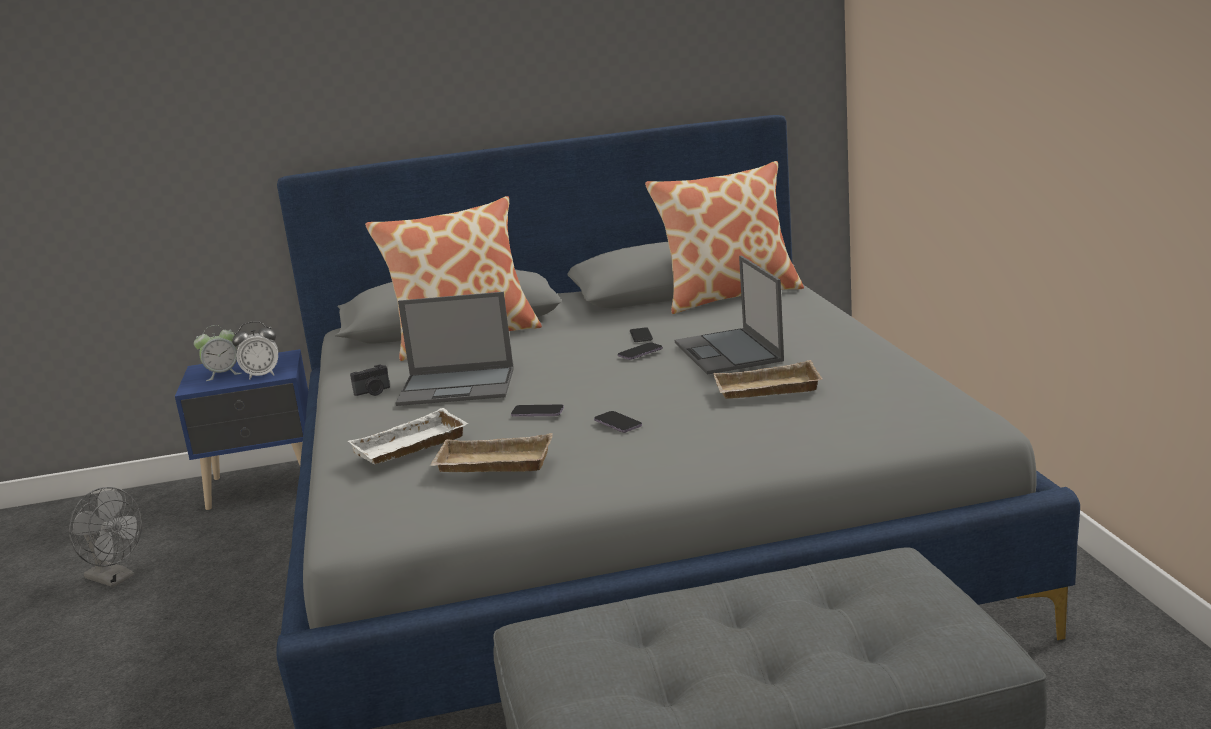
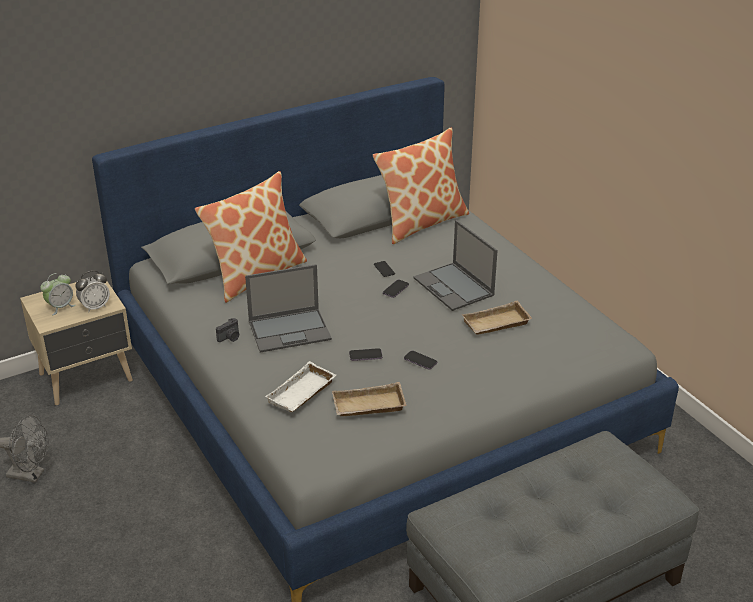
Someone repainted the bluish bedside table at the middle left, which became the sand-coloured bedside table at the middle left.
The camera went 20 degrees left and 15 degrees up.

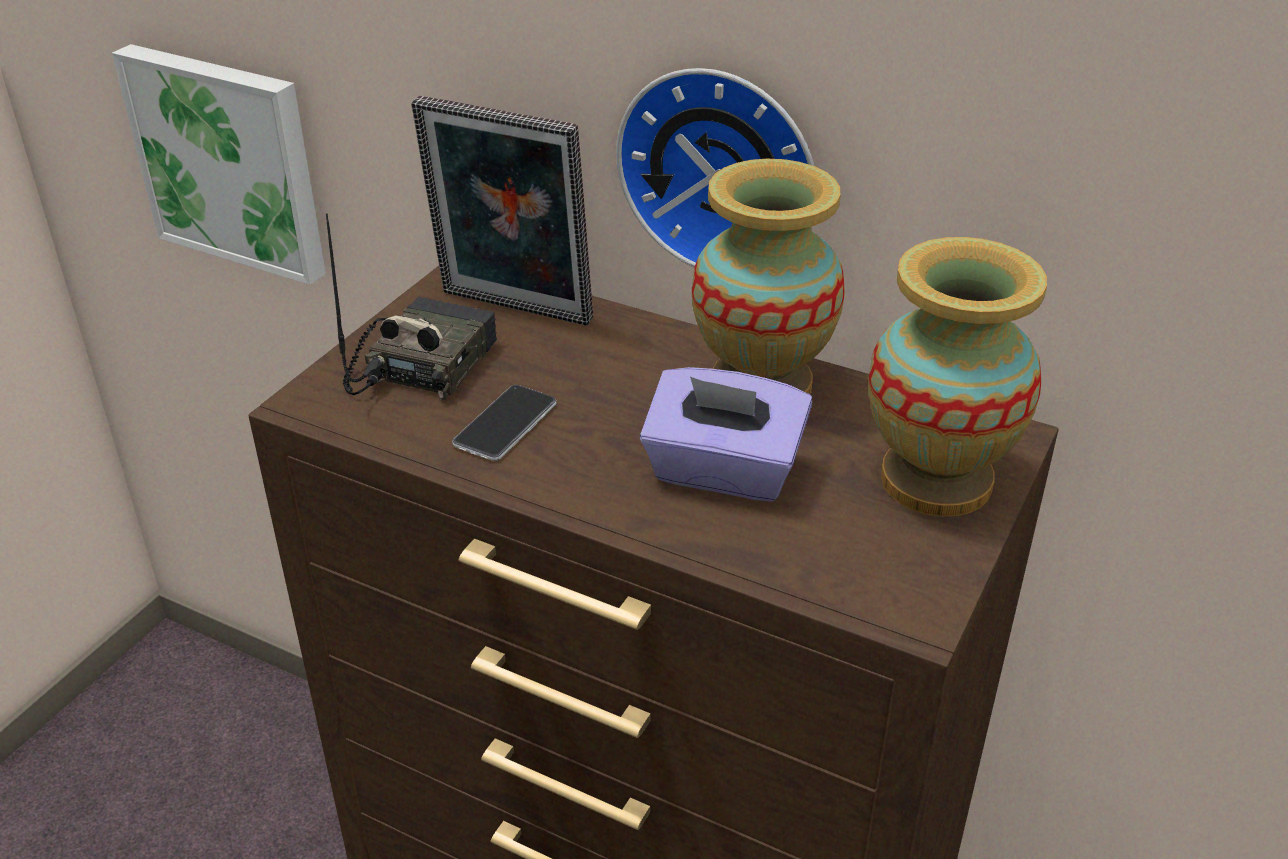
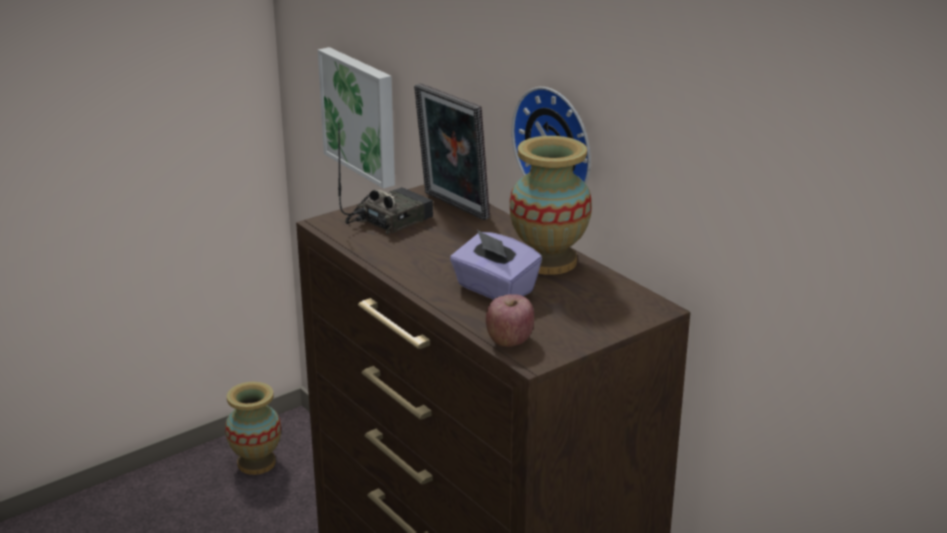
Someone carried the vase (2nd from left in the first image) from the middle right to the bottom left.
Someone put down the whole apple at the centre.
Someone took away the handset at the centre.
The camera went 25 degrees right and 10 degrees down.

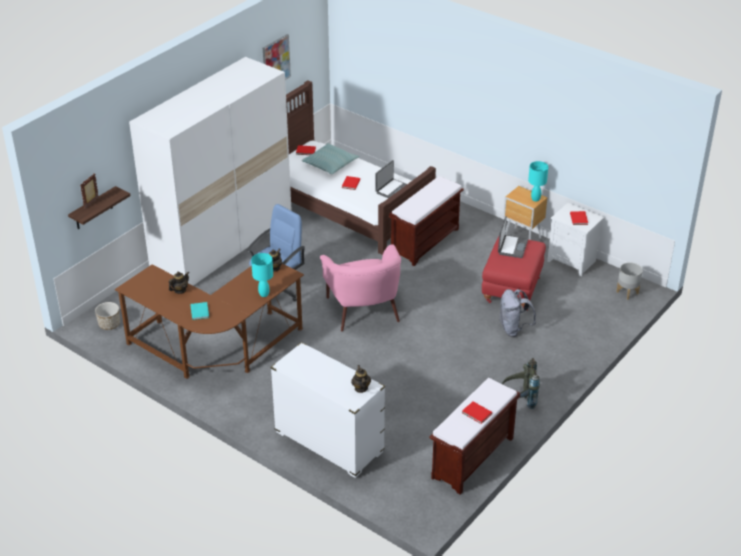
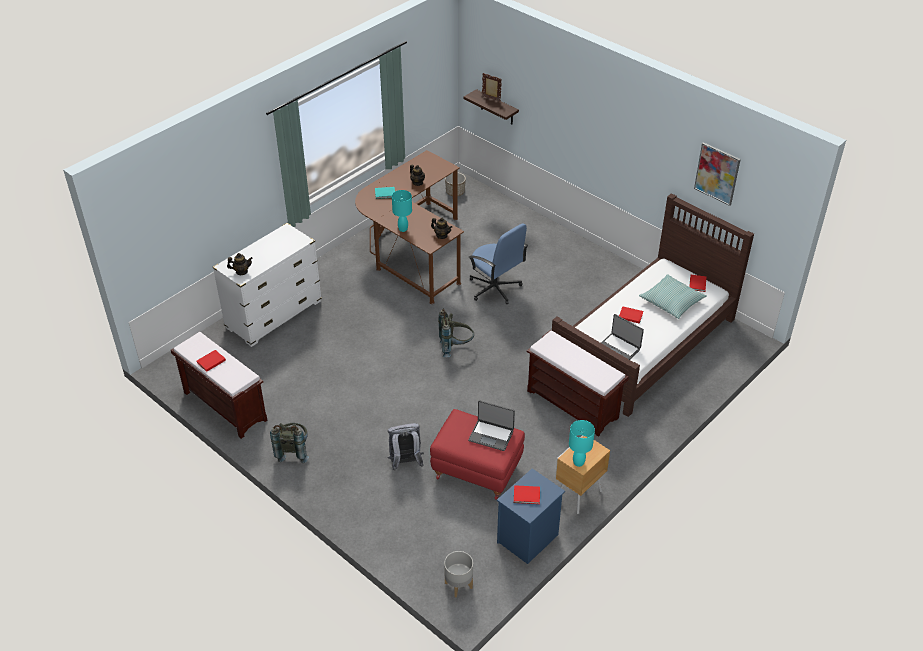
Someone swapped the pinkish lounge chair at the centre for the grey backpack (3rd from left) at the centre.
Someone repainted the white bedside table at the middle right, which became the bluish bedside table at the bottom centre.
Someone took away the white wardrobe at the top left.
The camera went 95 degrees right and 5 degrees up.

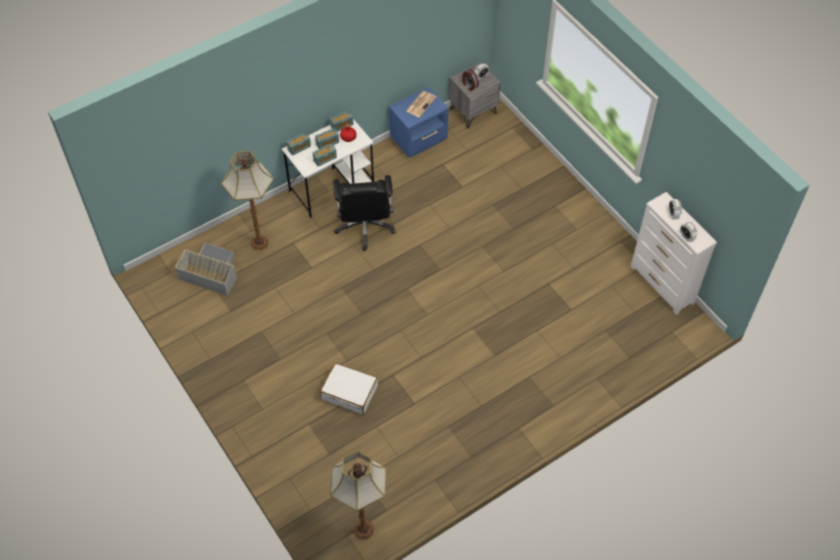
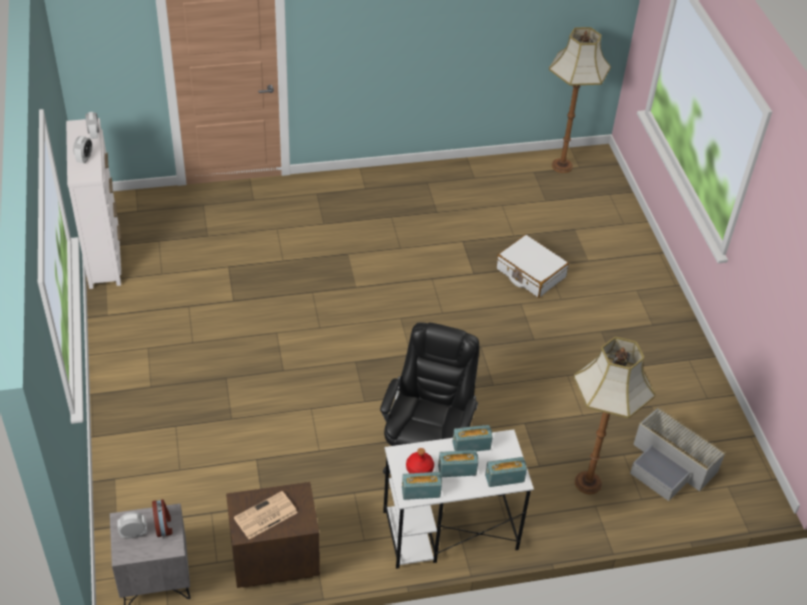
Someone repainted the bluish bedside table at the top centre, which became the brown bedside table at the bottom centre.
The camera went 160 degrees left and 10 degrees down.

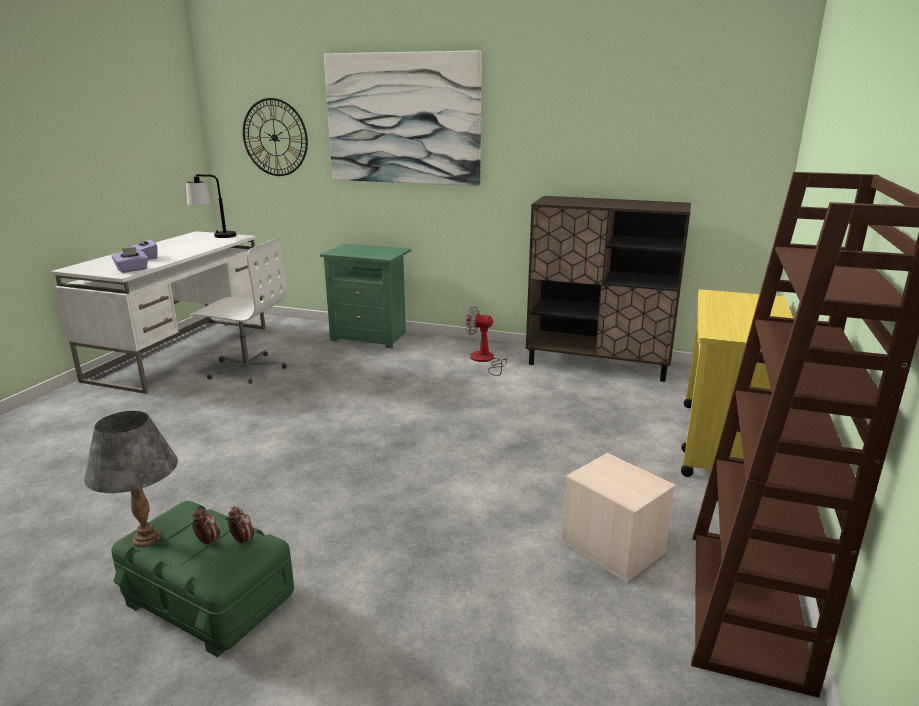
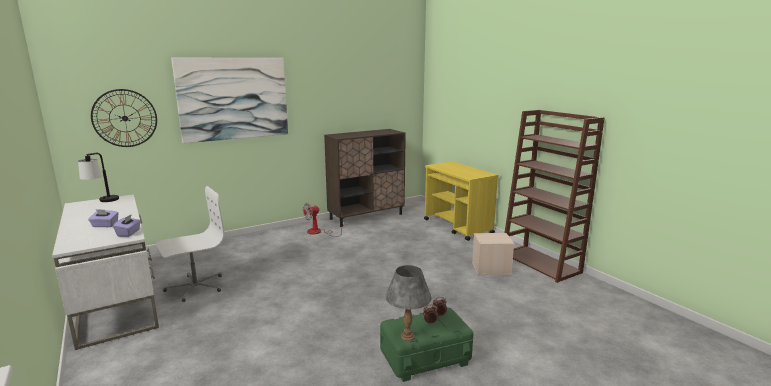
Someone took away the green bedside table at the centre.
The camera went 50 degrees left and 5 degrees down.

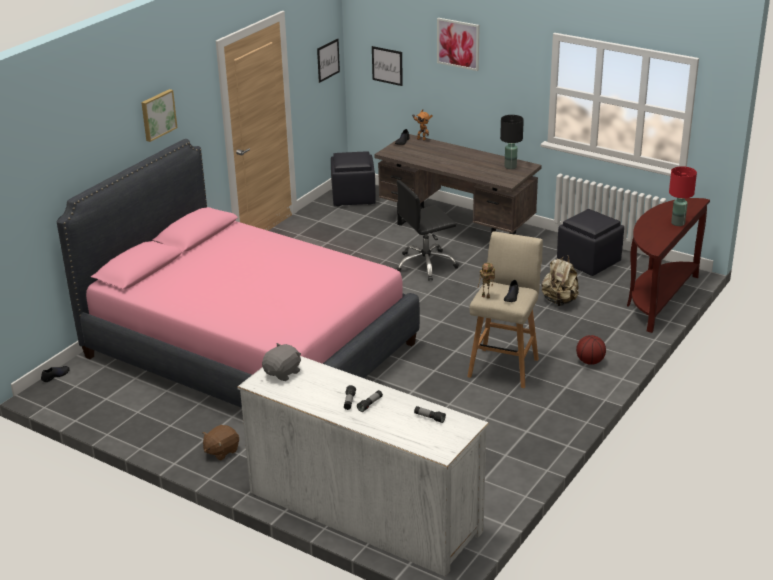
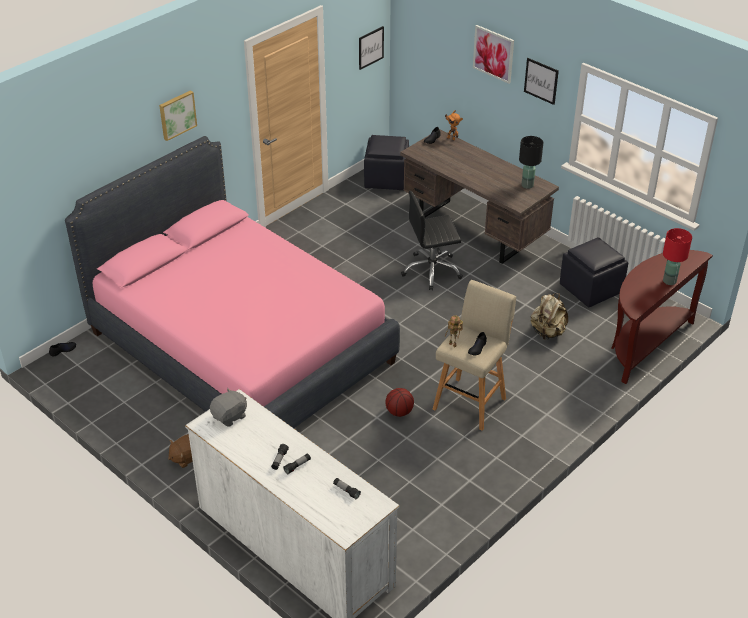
Someone carried the basketball ball from the middle right to the centre.
Someone carried the wall art (3rd from left in the first image) from the top centre to the top right.
The camera went 10 degrees right and 10 degrees up.

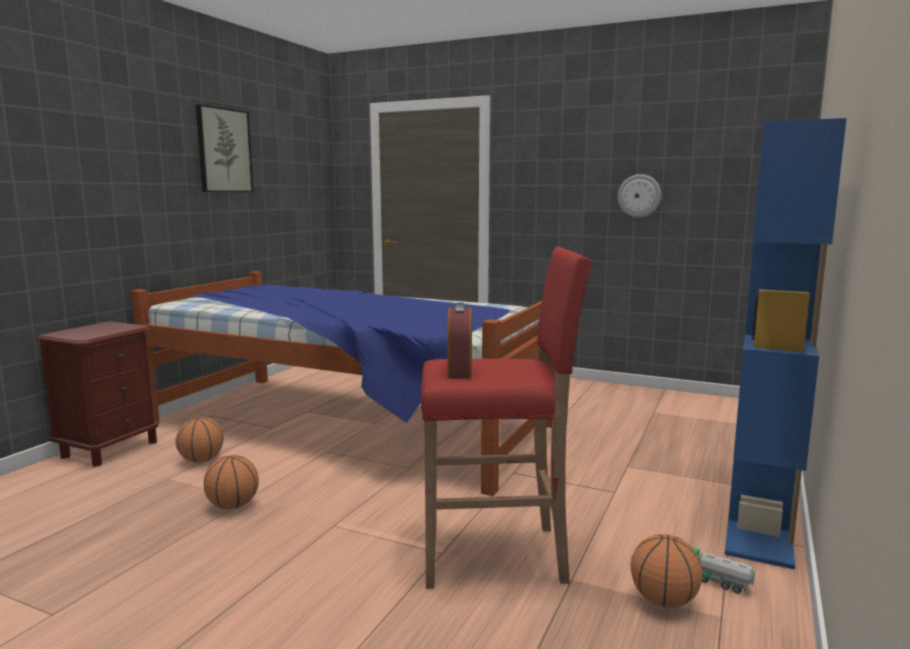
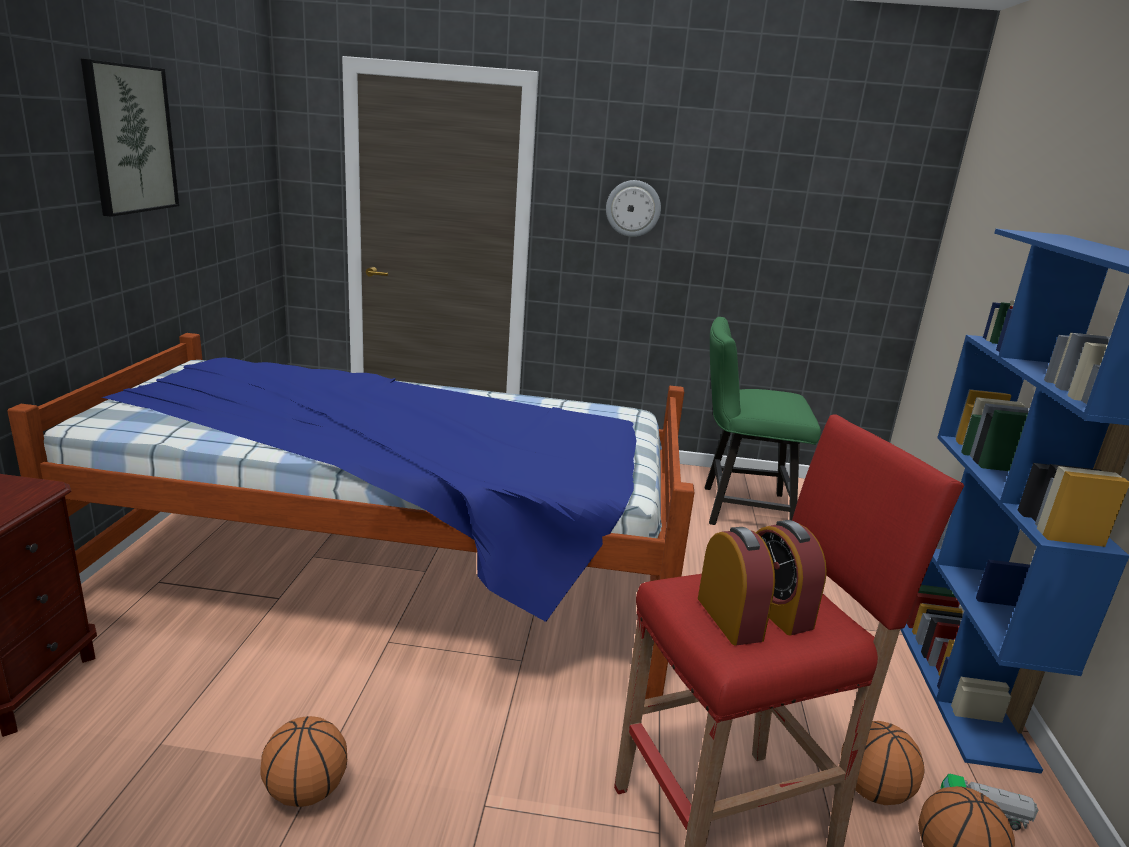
Someone carried the hanging clock from the top right to the top centre.
Someone put down the green upright chair at the middle right.
Someone put down the table clock (2nd from left) at the bottom right.
Someone carried the basketball ball (1st from left in the first image) from the bottom left to the bottom right.
The camera went 20 degrees left and 10 degrees up.

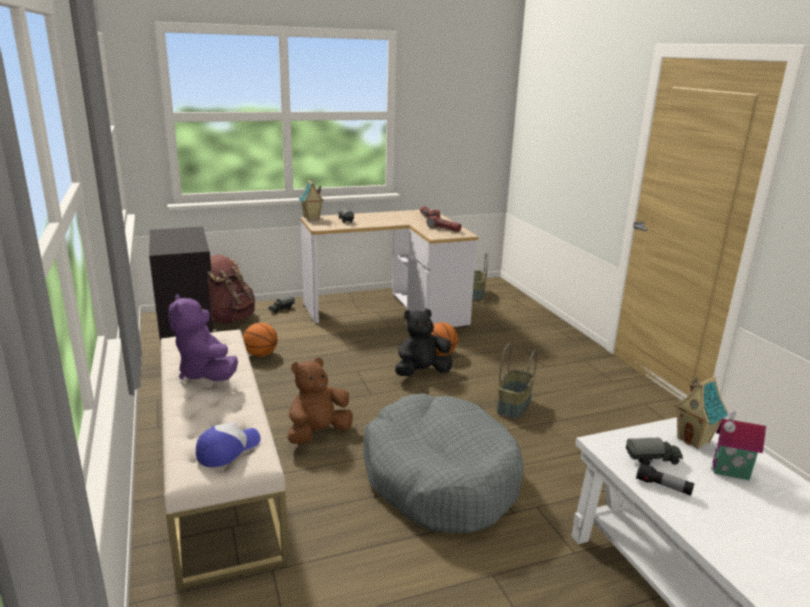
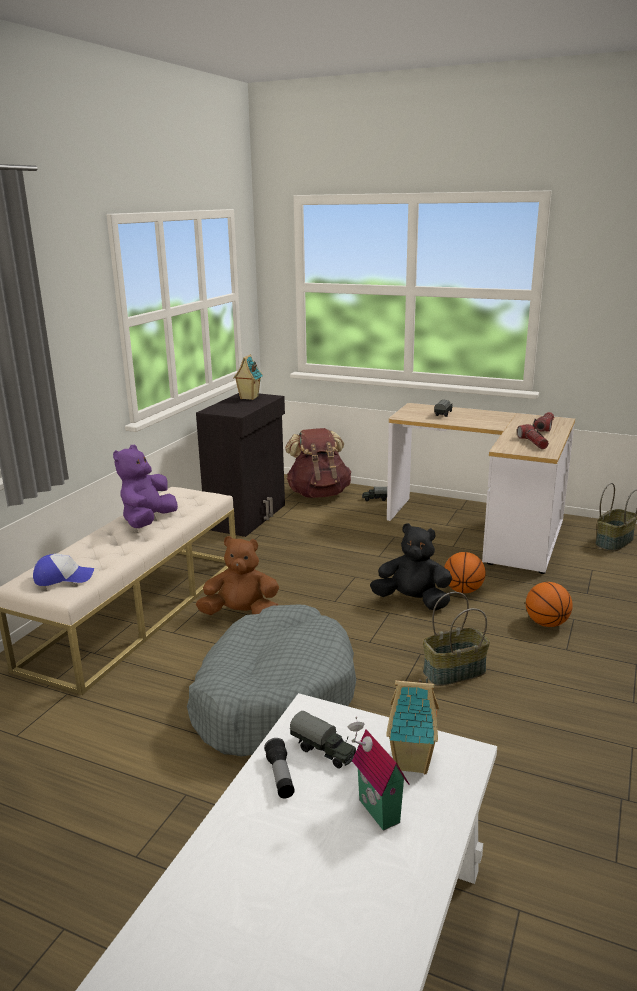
Someone carried the toy house (1st from left) from the top centre to the centre.
Someone carried the basketball ball (1st from left in the first image) from the middle left to the middle right.
The camera went 45 degrees right and 0 degrees up.

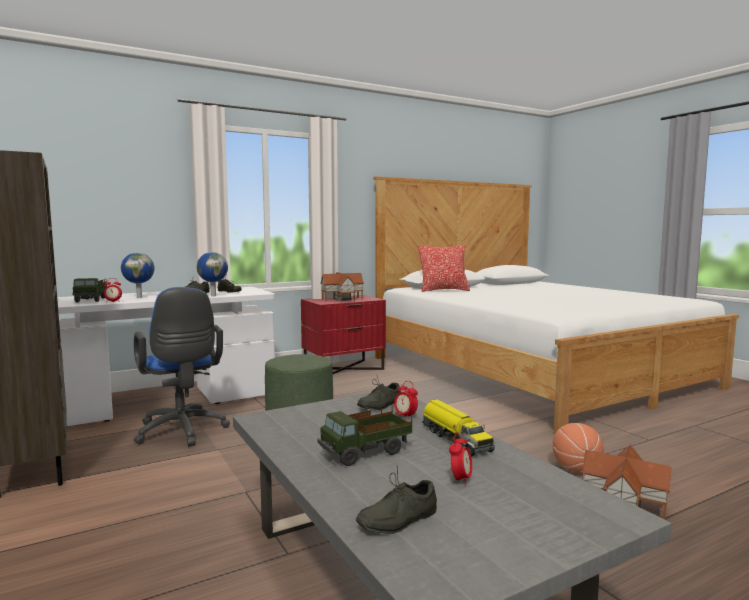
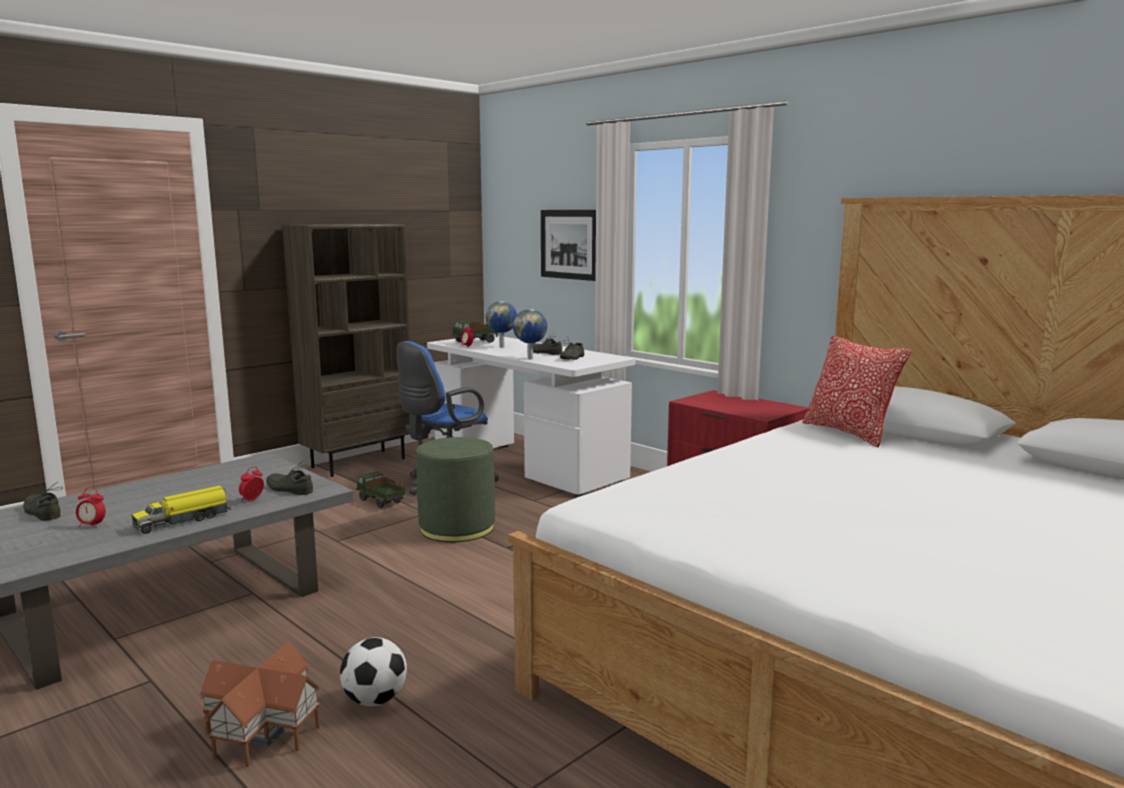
Someone swapped the basketball ball at the bottom right for the ball for football at the bottom left.
Someone carried the model truck (2nd from left) from the bottom centre to the centre.
Someone put up the wall art at the top centre.
Someone took away the toy house (1st from left) at the centre.
The camera went 75 degrees right and 5 degrees up.

